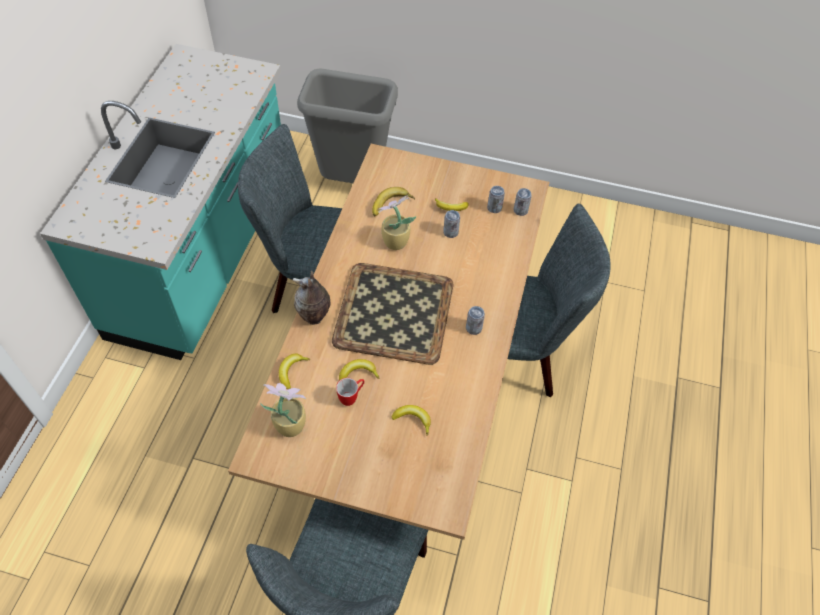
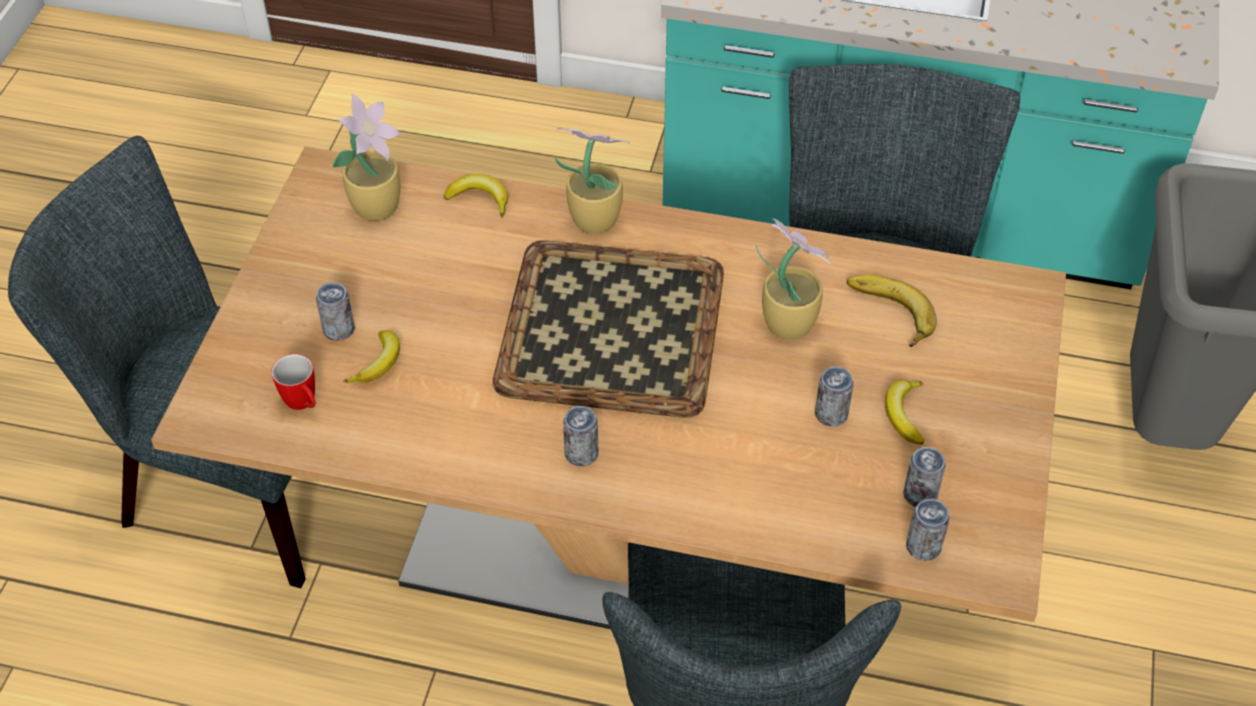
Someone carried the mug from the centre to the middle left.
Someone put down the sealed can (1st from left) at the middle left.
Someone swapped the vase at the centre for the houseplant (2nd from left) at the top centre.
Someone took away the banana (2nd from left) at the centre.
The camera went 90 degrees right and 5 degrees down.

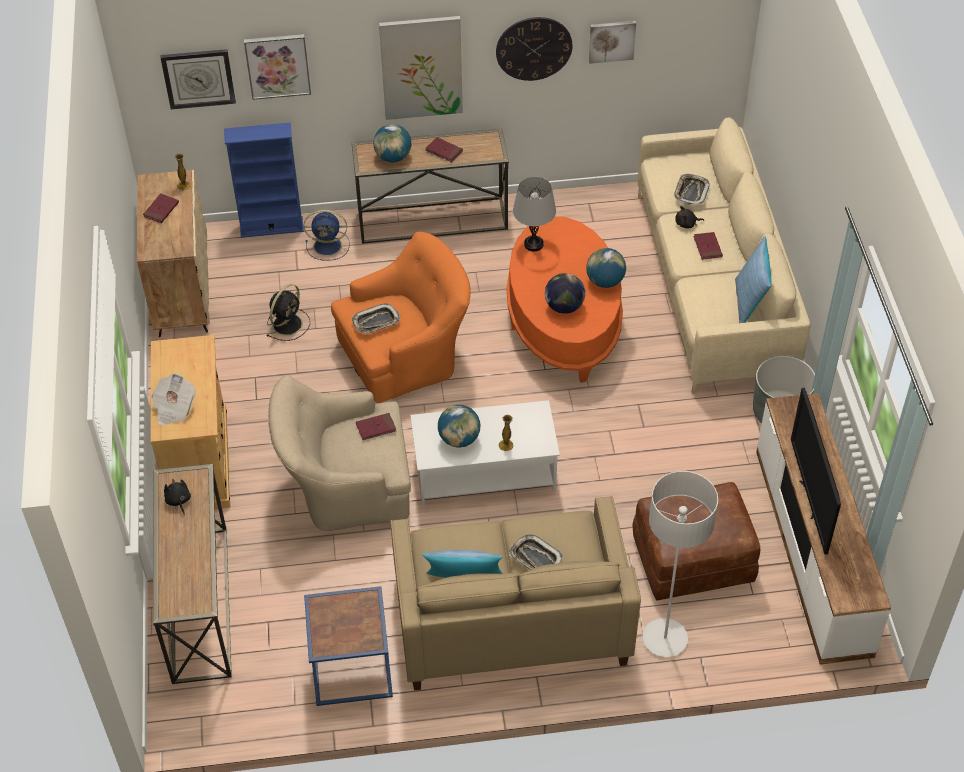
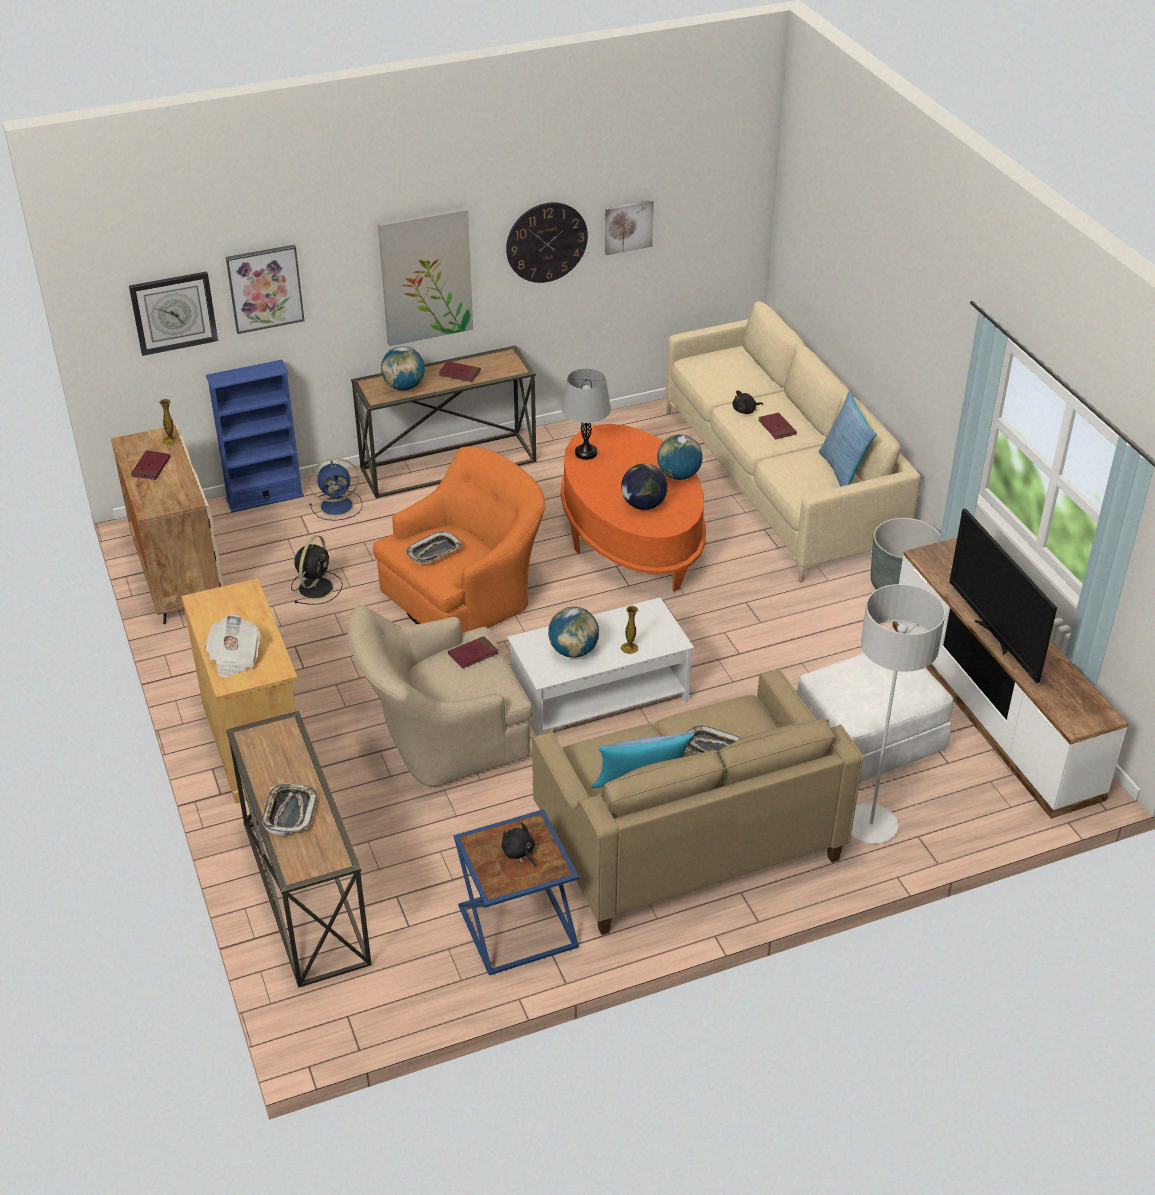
Someone carried the serving tray (3rd from left in the first image) from the top right to the bottom left.
Someone carried the black cuddly toy (1st from left) from the middle left to the bottom centre.
Someone repainted the brown footrest at the bottom right, which became the white footrest at the middle right.
The camera went 15 degrees left and 10 degrees down.

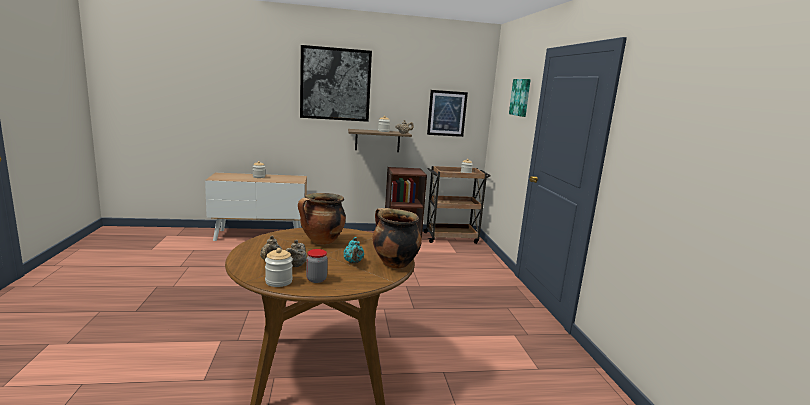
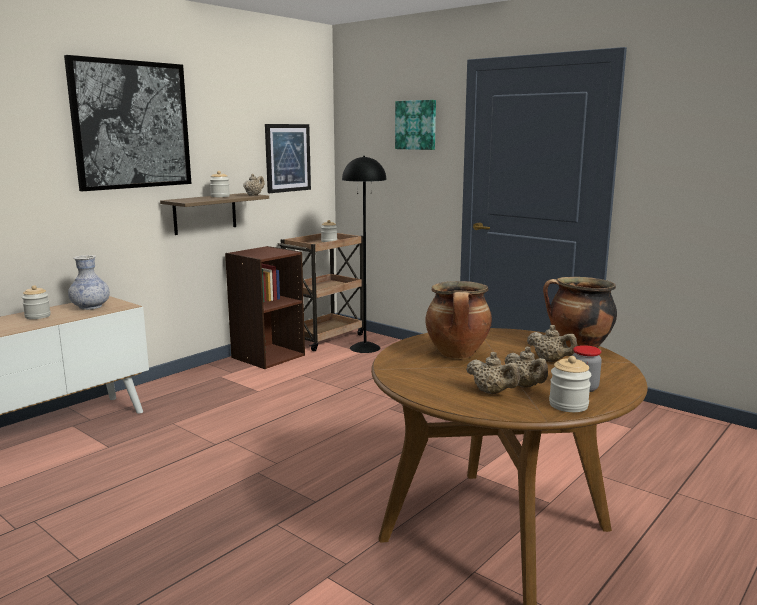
Someone put down the vase at the middle left.
Someone put down the black floor lamp at the centre.
Someone repainted the turquoise-coloured teapot at the centre, which became the sand-coloured teapot (4th from left) at the middle right.
The camera went 40 degrees left and 0 degrees up.

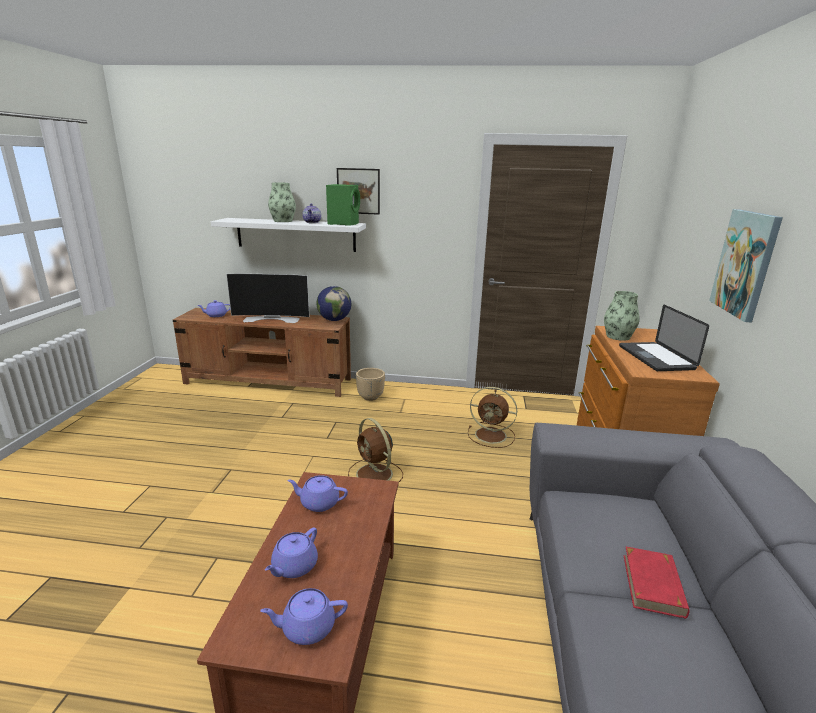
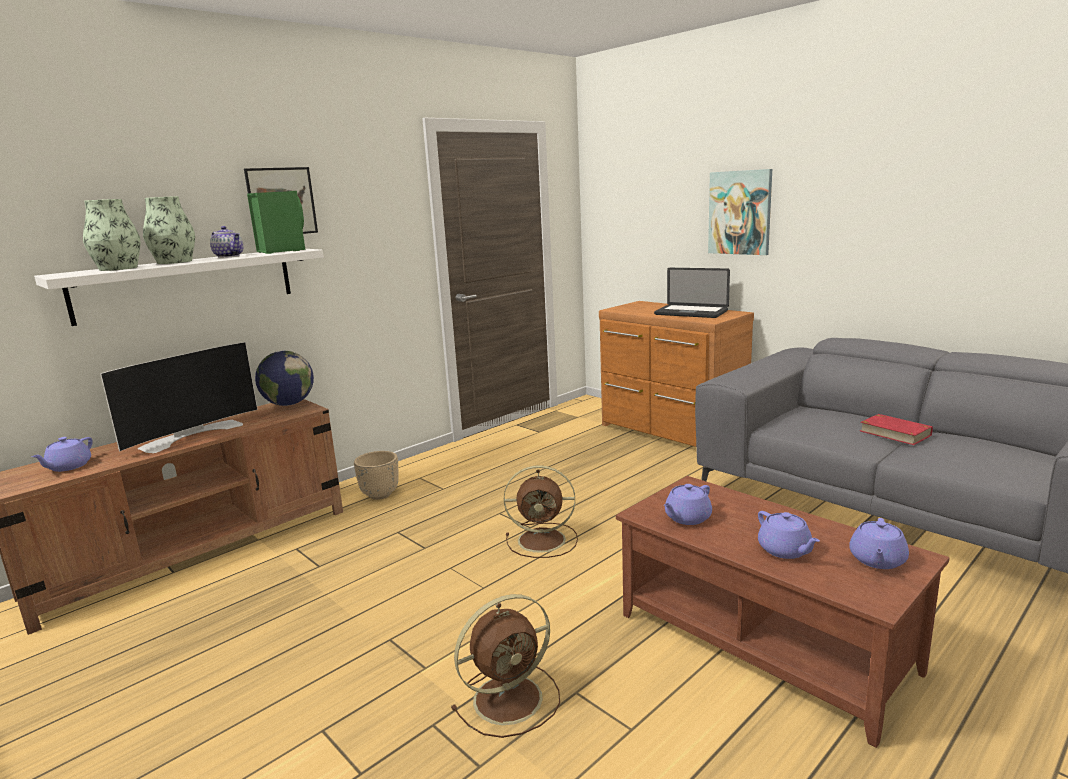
Someone carried the vase (2nd from left in the first image) from the middle right to the top left.
Someone carried the brown fan (2nd from left in the first image) from the centre to the bottom centre.
The camera went 50 degrees left and 5 degrees down.

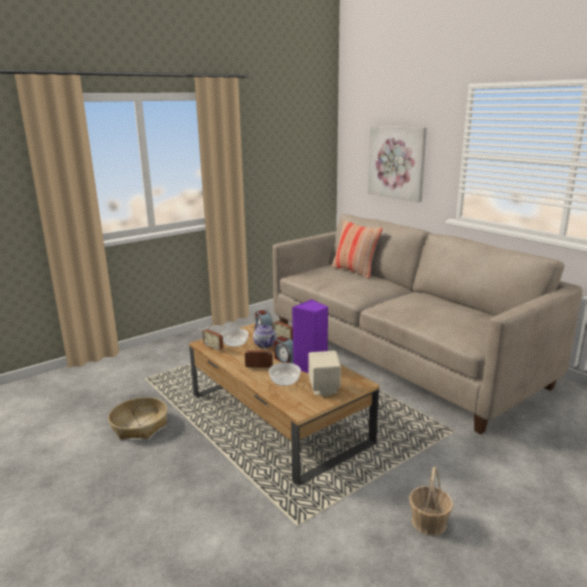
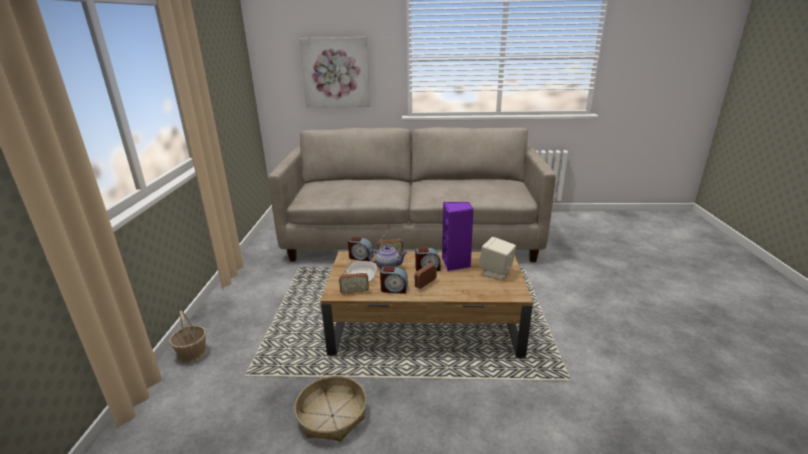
Someone carried the storage basket (2nd from left in the first image) from the bottom right to the bottom left.
Someone put down the table clock (2nd from left) at the centre.
Someone took away the serving bowl (2nd from left) at the centre.
Someone took away the pillow at the centre.
The camera went 50 degrees left and 5 degrees up.

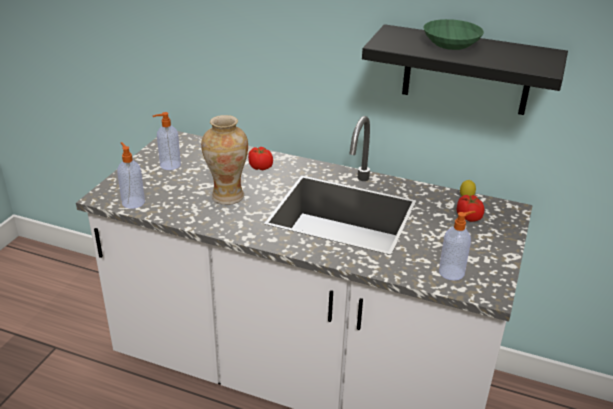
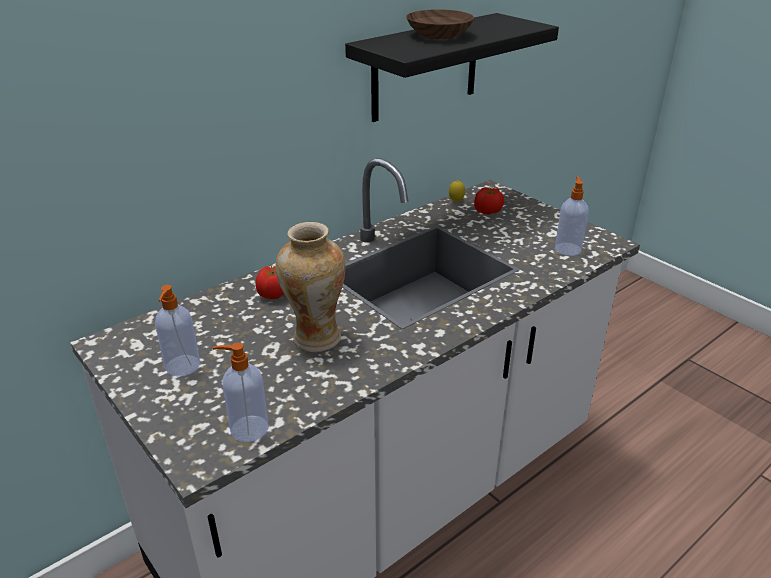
Someone repainted the green serving bowl at the top right, which became the brown serving bowl at the top centre.
The camera went 60 degrees left and 0 degrees up.

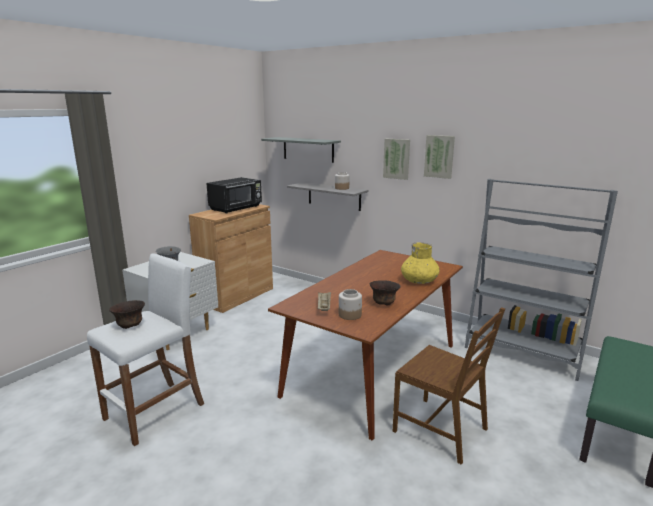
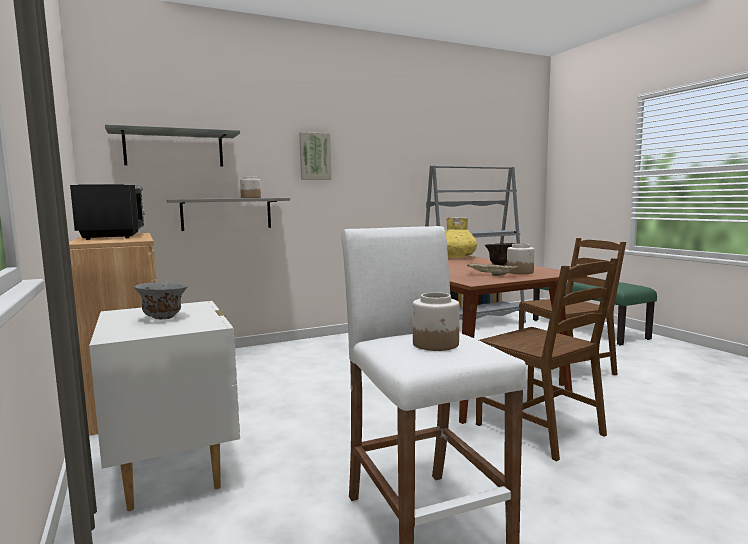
Someone swapped the brown serving bowl (1st from left) at the middle left for the jar (2nd from left) at the centre.
Someone put down the brown upright chair (1st from left) at the middle right.
Someone took away the wall art (2nd from left) at the top right.
The camera went 60 degrees left and 10 degrees down.

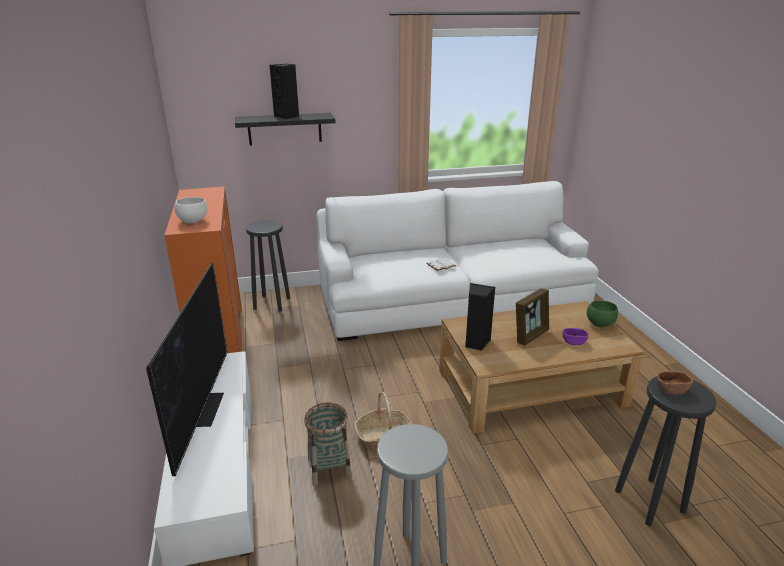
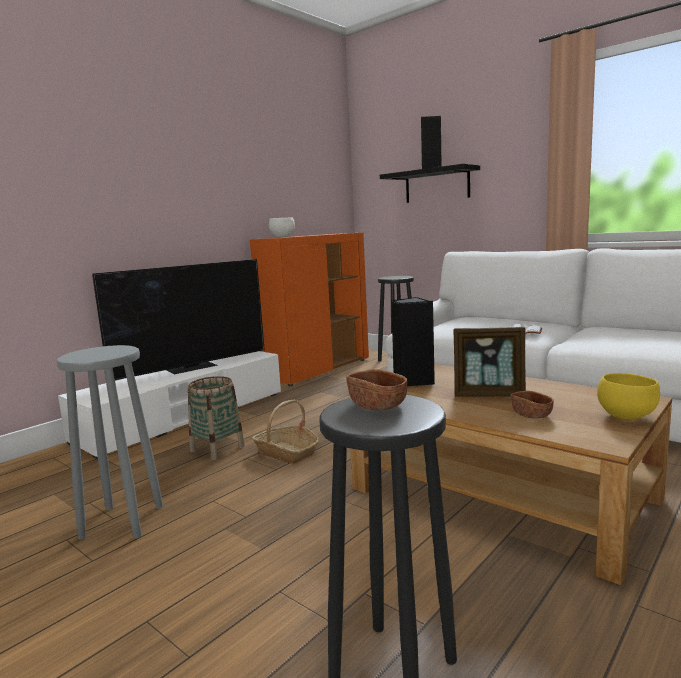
Someone repainted the purplish serving bowl at the middle right, which became the brown serving bowl (2nd from left) at the middle right.
Someone repainted the green serving bowl at the middle right, which became the yellow-coloured serving bowl at the middle right.
The camera went 55 degrees right and 15 degrees down.

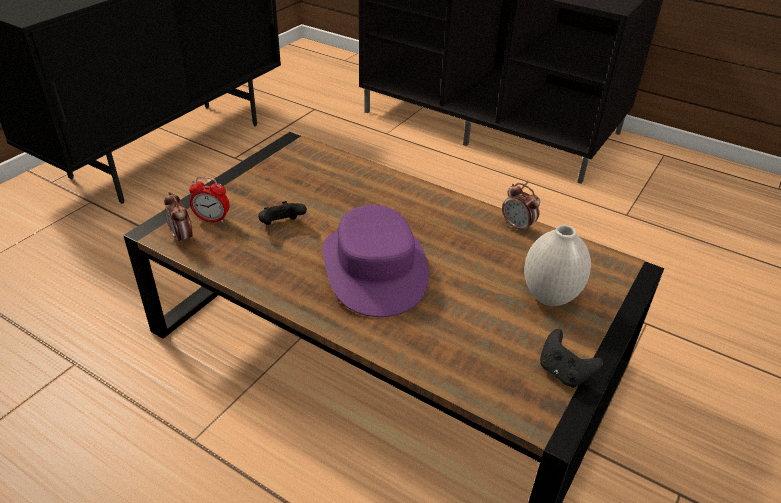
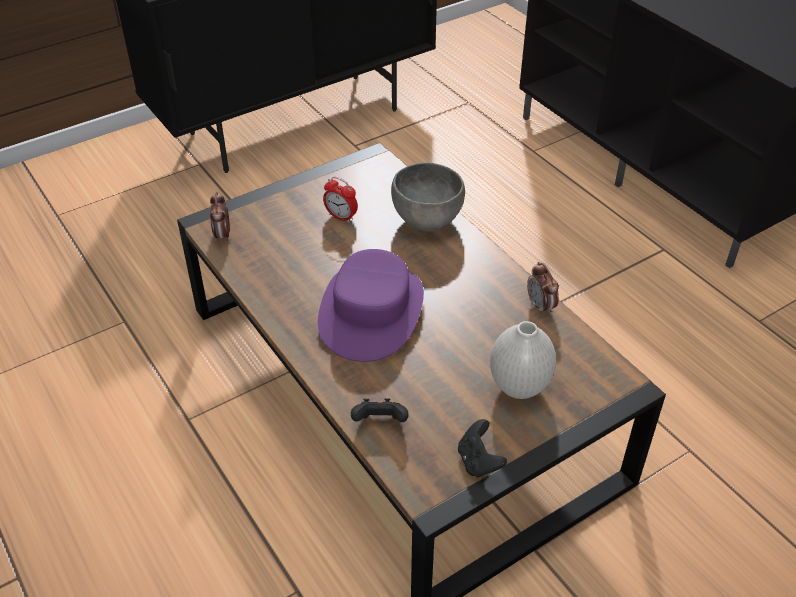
Someone carried the table clock (2nd from left) from the middle left to the centre.
Someone carried the black game controller (1st from left) from the centre to the bottom centre.
Someone put down the grey serving bowl at the top centre.
The camera went 25 degrees right and 5 degrees up.

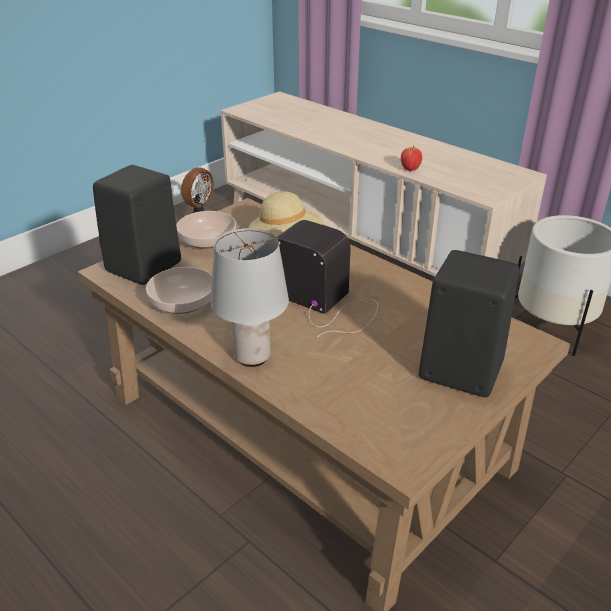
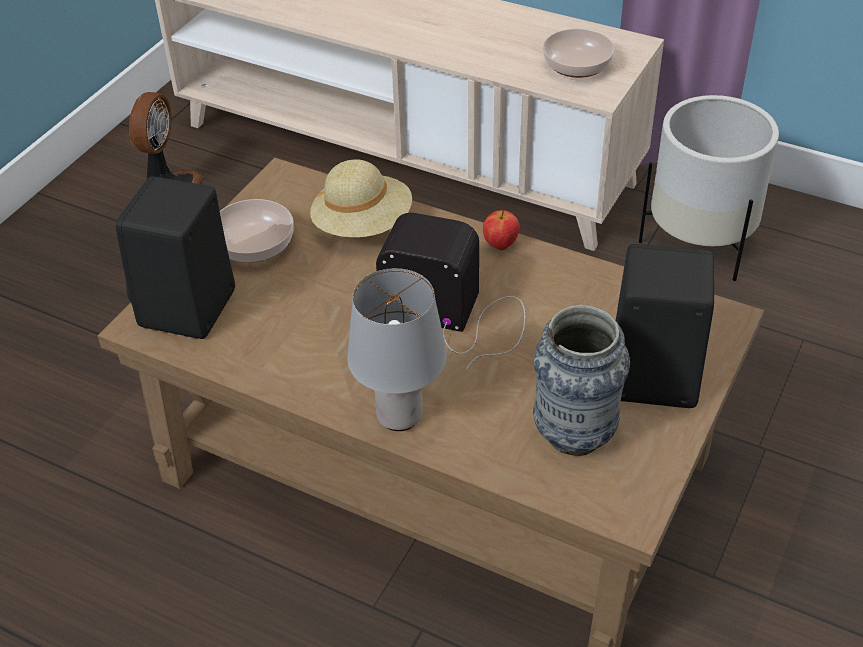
Someone carried the whole apple from the top right to the centre.
Someone put down the vase at the middle right.
Someone carried the serving bowl (1st from left in the first image) from the middle left to the top right.
The camera went 15 degrees left and 10 degrees up.

